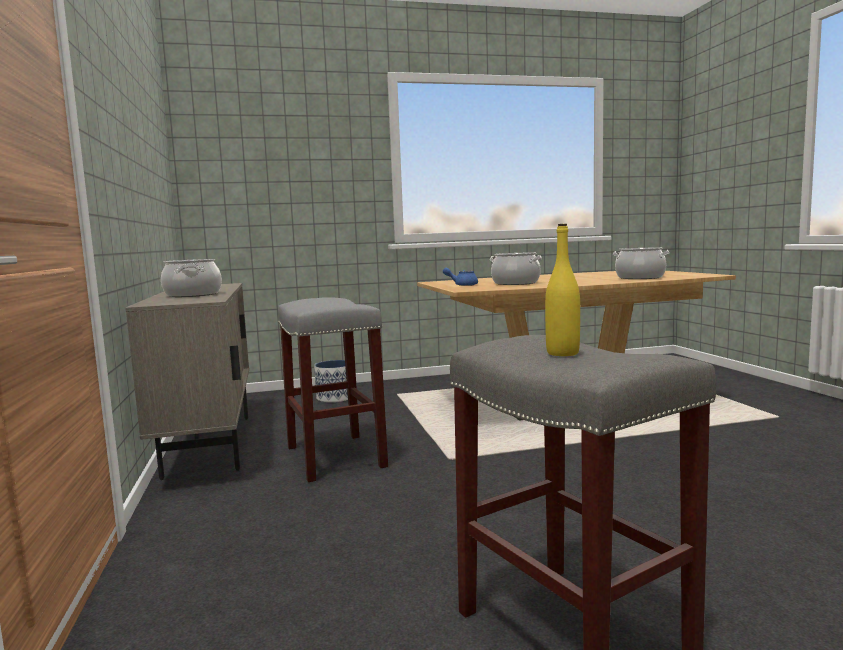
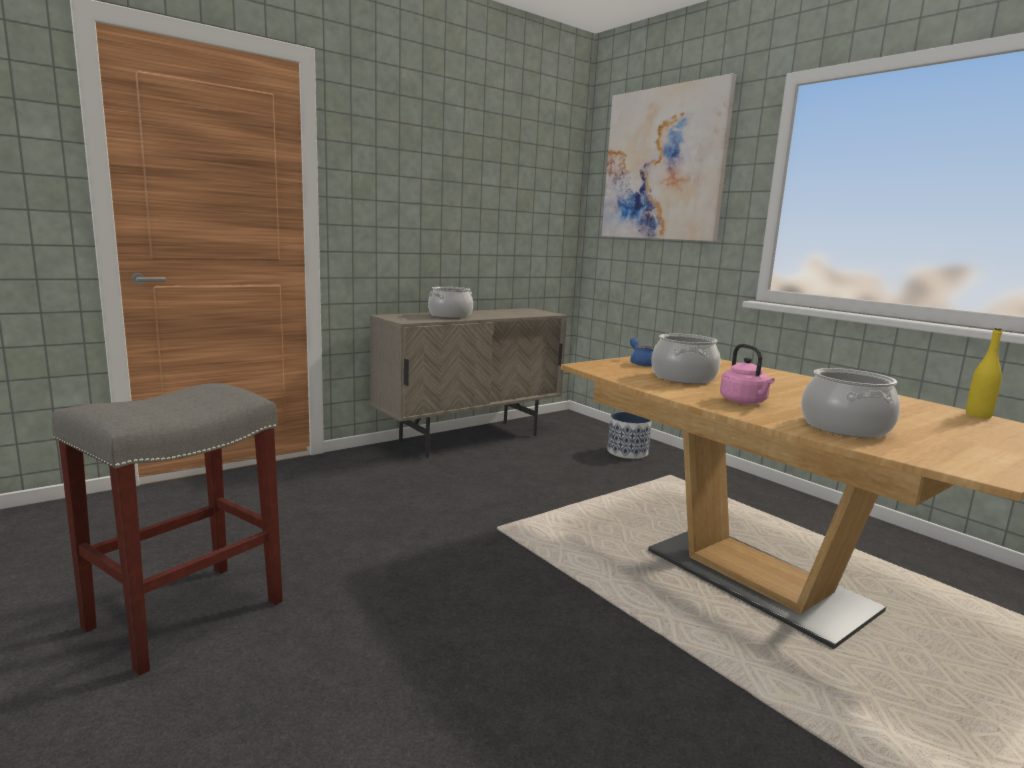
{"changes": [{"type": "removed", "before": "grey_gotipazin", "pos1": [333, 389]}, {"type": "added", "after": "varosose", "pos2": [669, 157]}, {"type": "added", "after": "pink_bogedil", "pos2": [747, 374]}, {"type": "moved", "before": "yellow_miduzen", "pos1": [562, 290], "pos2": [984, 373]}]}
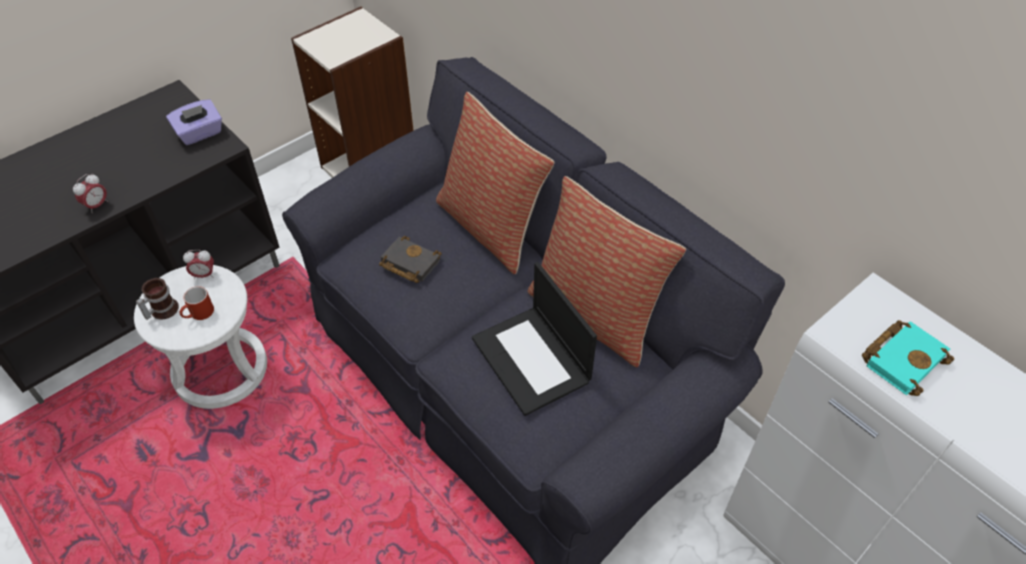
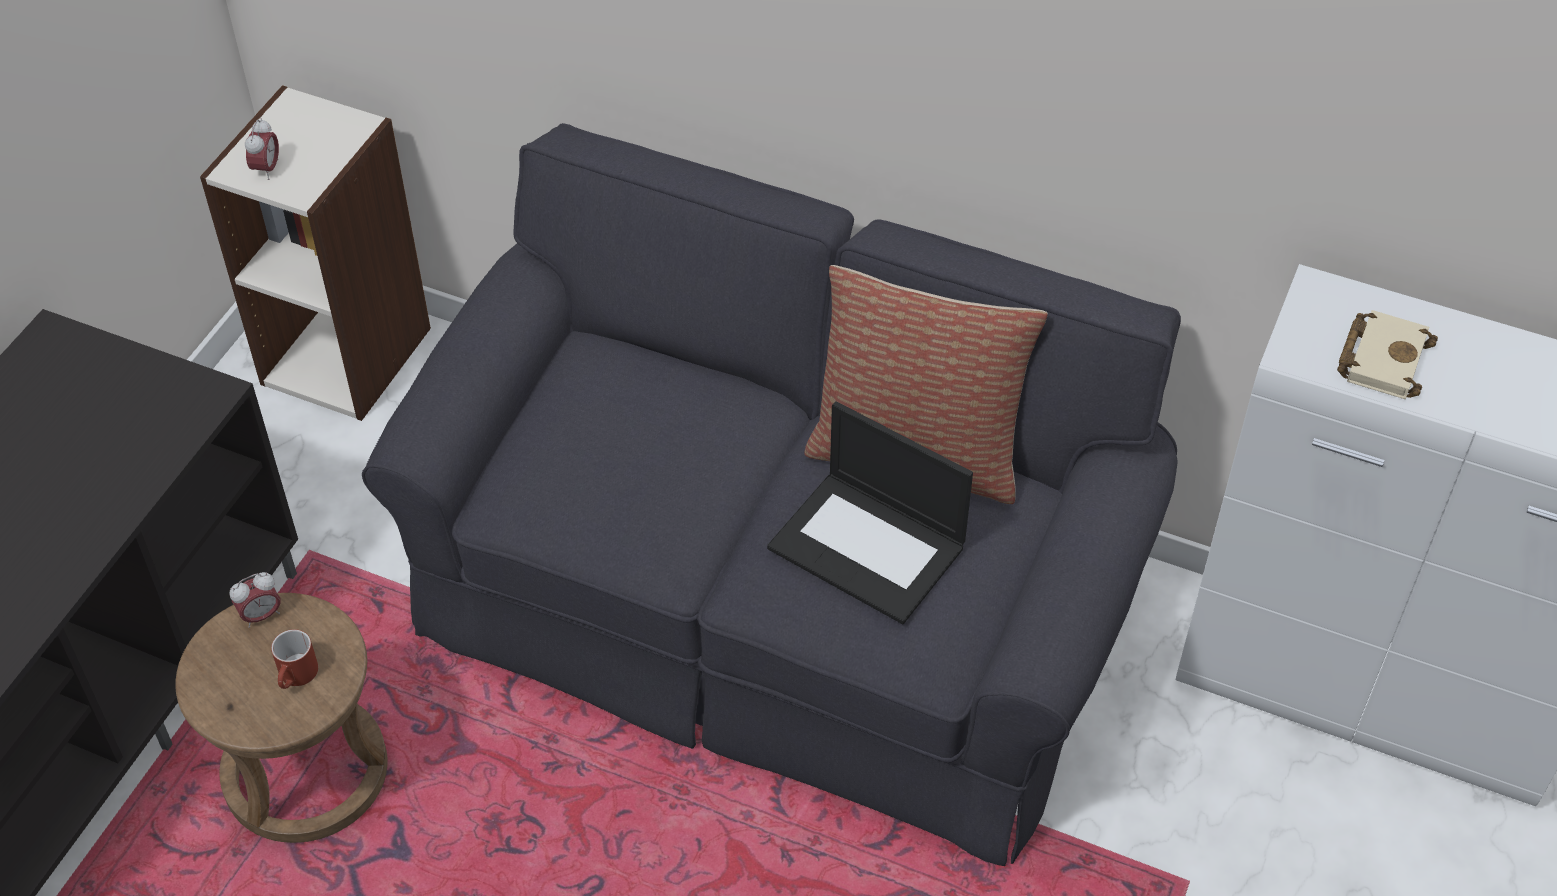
{"changes": [{"type": "removed", "before": "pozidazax", "pos1": [157, 299]}, {"type": "removed", "before": "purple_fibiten", "pos1": [194, 122]}, {"type": "removed", "before": "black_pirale", "pos1": [410, 259]}, {"type": "removed", "before": "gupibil", "pos1": [495, 183]}, {"type": "moved", "before": "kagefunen", "pos1": [90, 193], "pos2": [262, 149]}, {"type": "recoloured", "before": "white_gotipazin", "after": "brown_gotipazin", "pos1": [200, 337], "pos2": [281, 718]}, {"type": "recoloured", "before": "turquoise_pirale", "after": "beige_pirale", "pos1": [908, 358], "pos2": [1387, 354]}]}
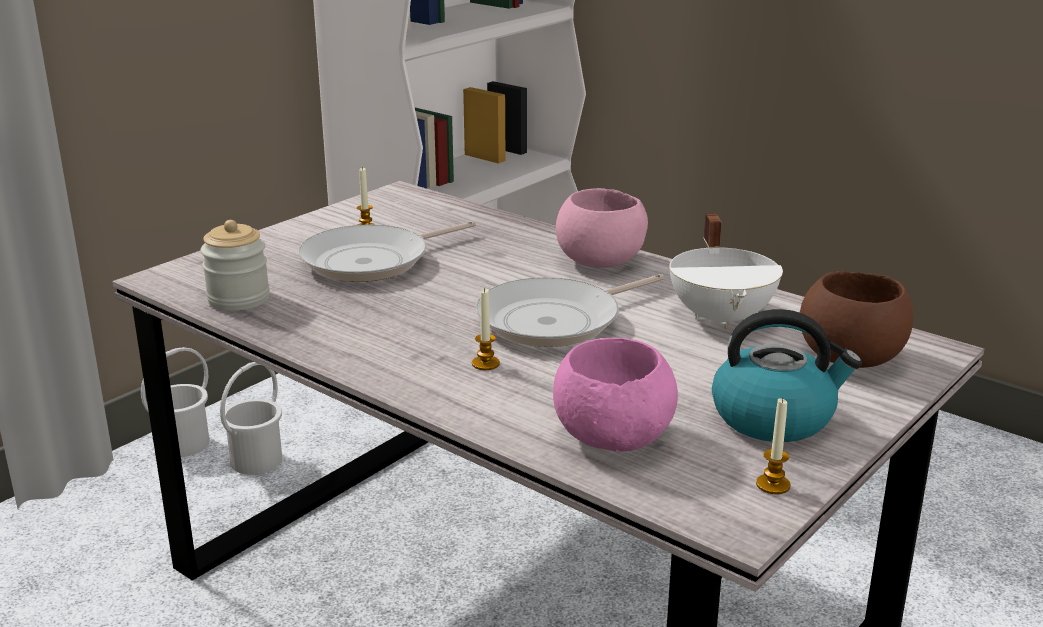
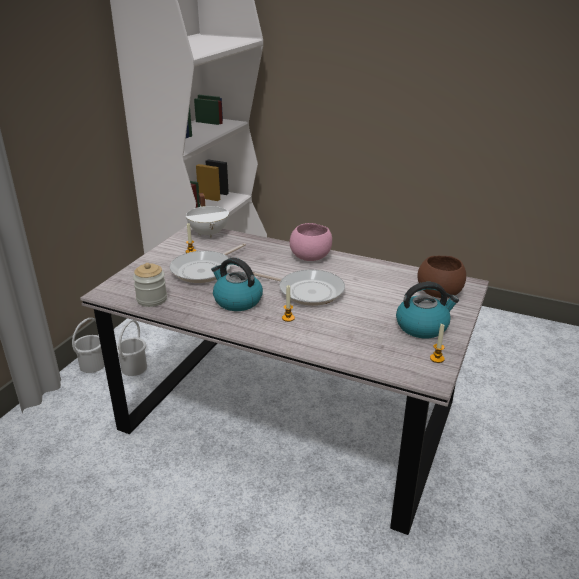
{"changes": [{"type": "removed", "before": "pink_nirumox", "pos1": [615, 395]}, {"type": "added", "after": "bogedil", "pos2": [237, 284]}, {"type": "moved", "before": "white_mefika", "pos1": [726, 271], "pos2": [207, 215]}, {"type": "turned", "before": "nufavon", "pos1": [570, 310], "pos2": [299, 288], "turn": -105}]}
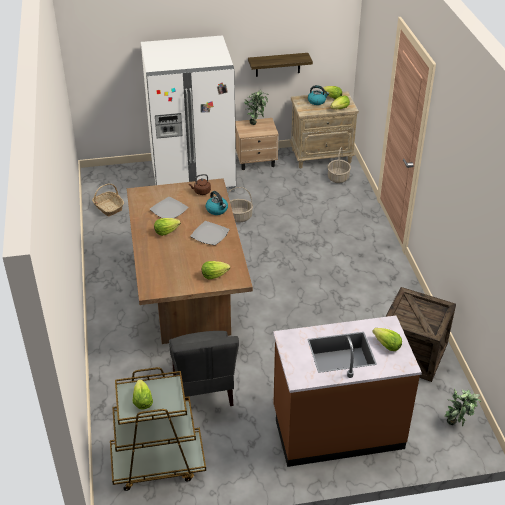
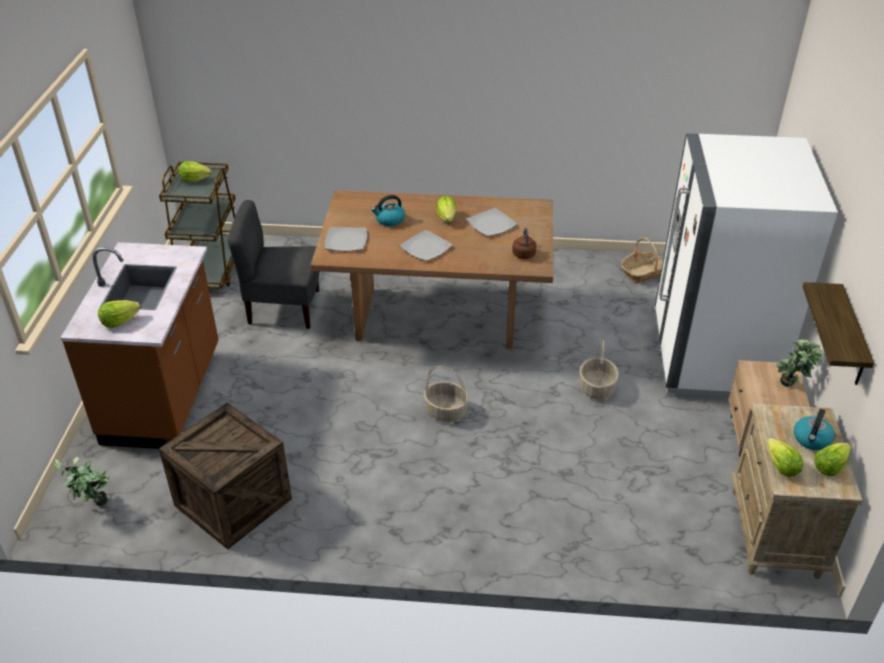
{"changes": [{"type": "moved", "before": "bogedil", "pos1": [217, 203], "pos2": [388, 210]}, {"type": "moved", "before": "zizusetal", "pos1": [339, 165], "pos2": [446, 394]}, {"type": "replaced", "before": "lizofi", "after": "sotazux", "pos1": [216, 270], "pos2": [346, 239]}]}
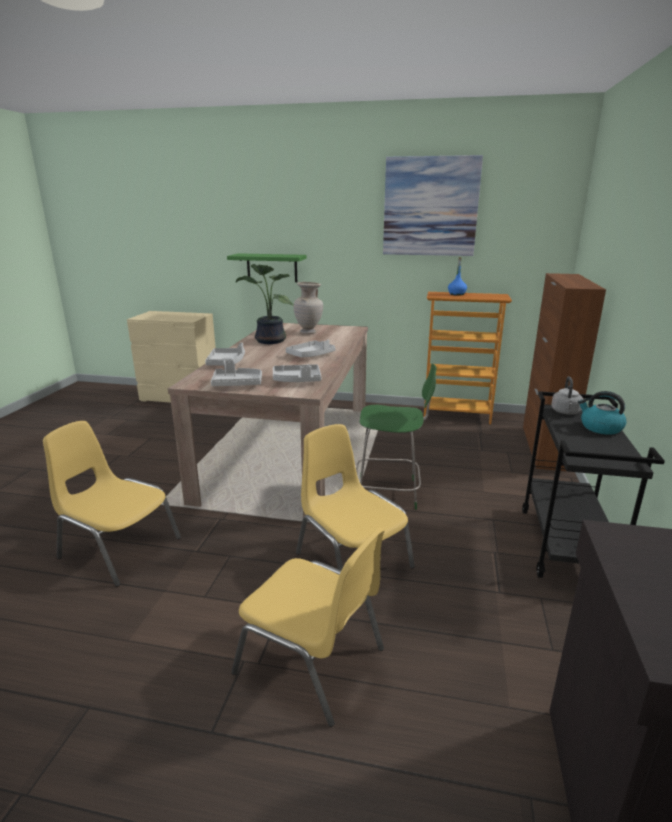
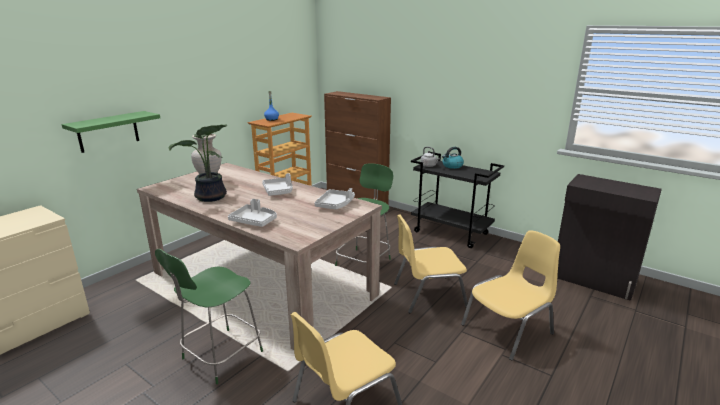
{"changes": [{"type": "removed", "before": "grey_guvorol", "pos1": [236, 373]}, {"type": "removed", "before": "varosose", "pos1": [433, 205]}, {"type": "added", "after": "green_gotipazin", "pos2": [209, 316]}]}
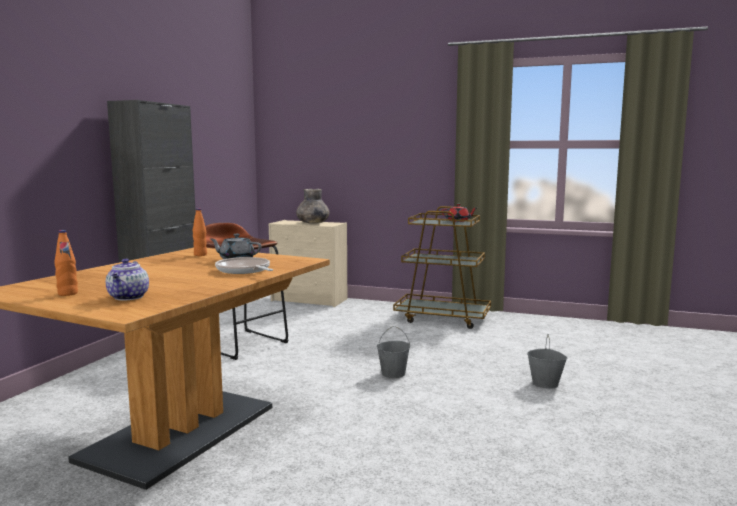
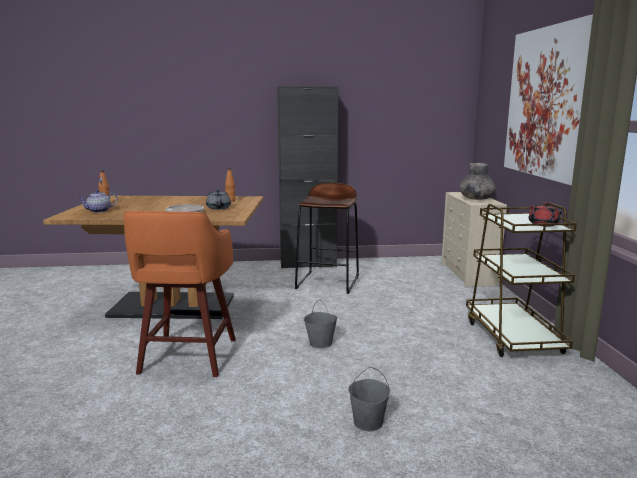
{"changes": [{"type": "added", "after": "orange_gotipazin", "pos2": [180, 294]}, {"type": "added", "after": "varosose", "pos2": [548, 100]}]}
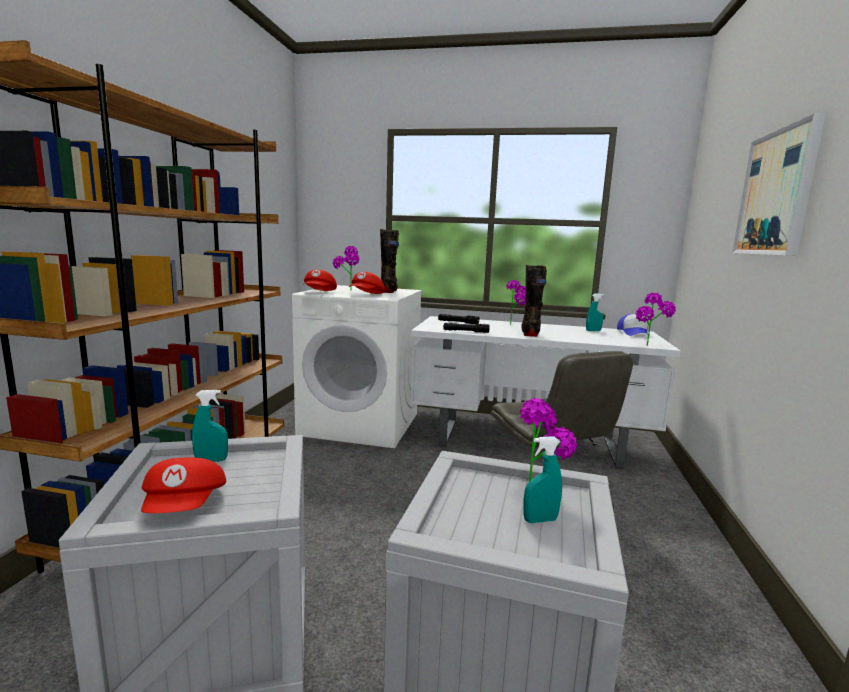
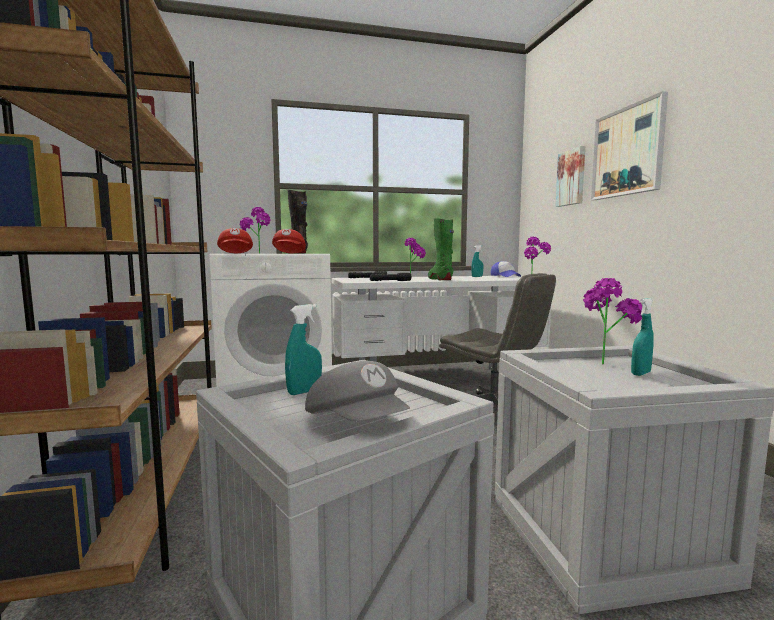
{"changes": [{"type": "added", "after": "varosose", "pos2": [570, 176]}, {"type": "recoloured", "before": "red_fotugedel", "after": "grey_fotugedel", "pos1": [183, 485], "pos2": [357, 391]}, {"type": "recoloured", "before": "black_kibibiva", "after": "green_kibibiva", "pos1": [534, 301], "pos2": [441, 249]}]}
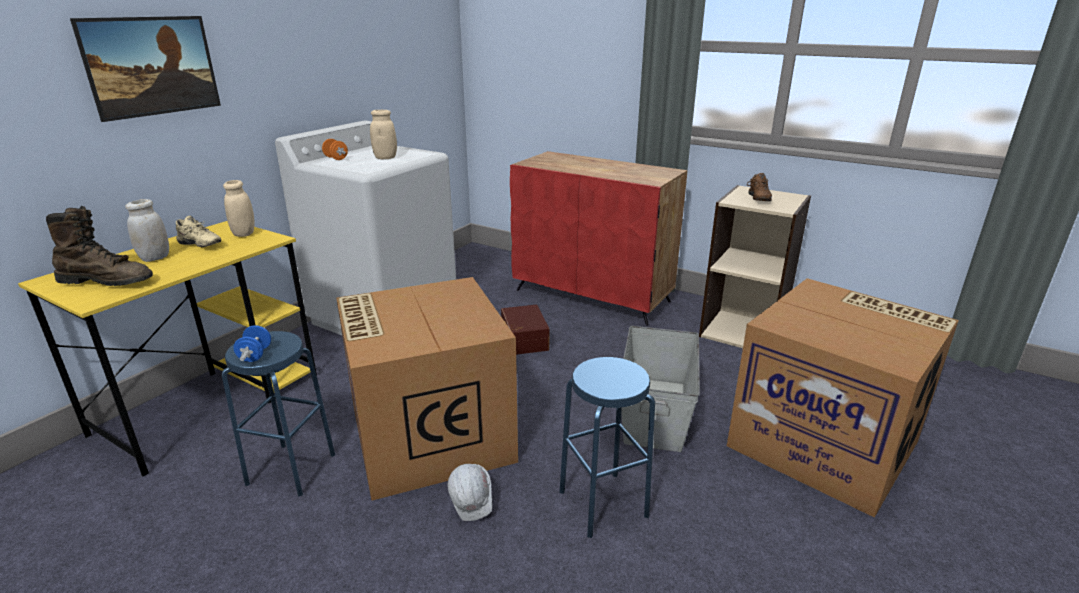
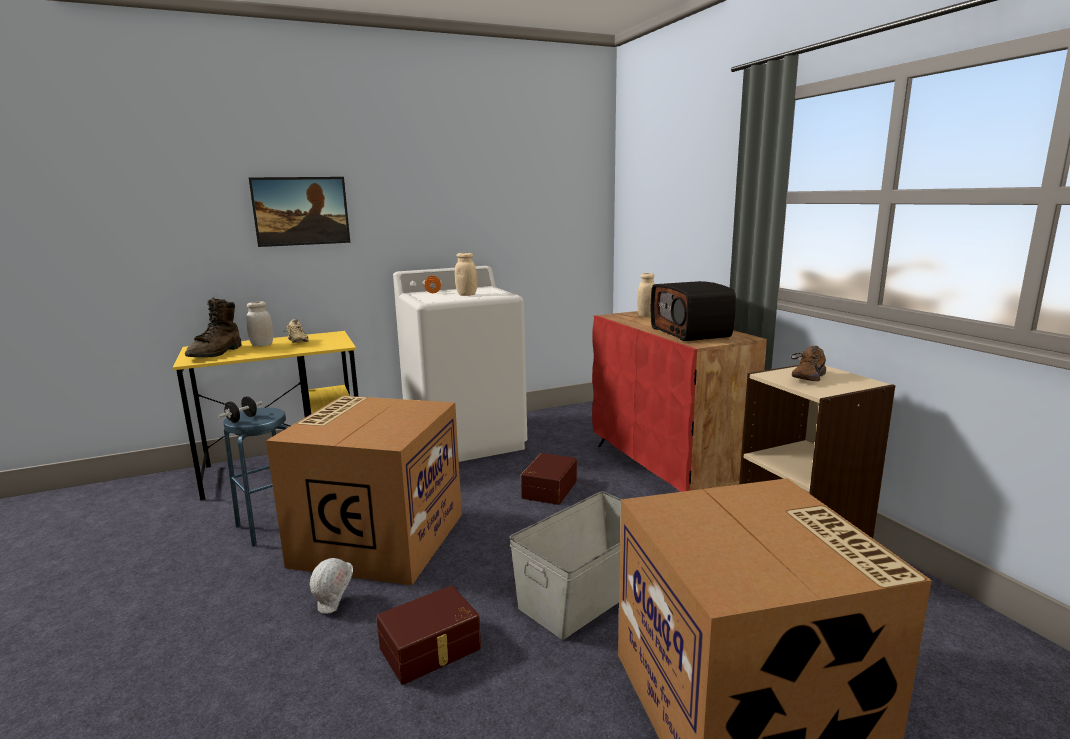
{"changes": [{"type": "added", "after": "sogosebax", "pos2": [693, 311]}, {"type": "moved", "before": "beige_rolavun", "pos1": [238, 208], "pos2": [646, 295]}, {"type": "replaced", "before": "blue_gotipazin", "after": "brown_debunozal", "pos1": [607, 447], "pos2": [428, 635]}, {"type": "recoloured", "before": "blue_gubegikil", "after": "black_gubegikil", "pos1": [252, 343], "pos2": [240, 409]}, {"type": "turned", "before": "brown_kibibiva", "pos1": [99, 246], "pos2": [213, 328], "turn": 60}]}
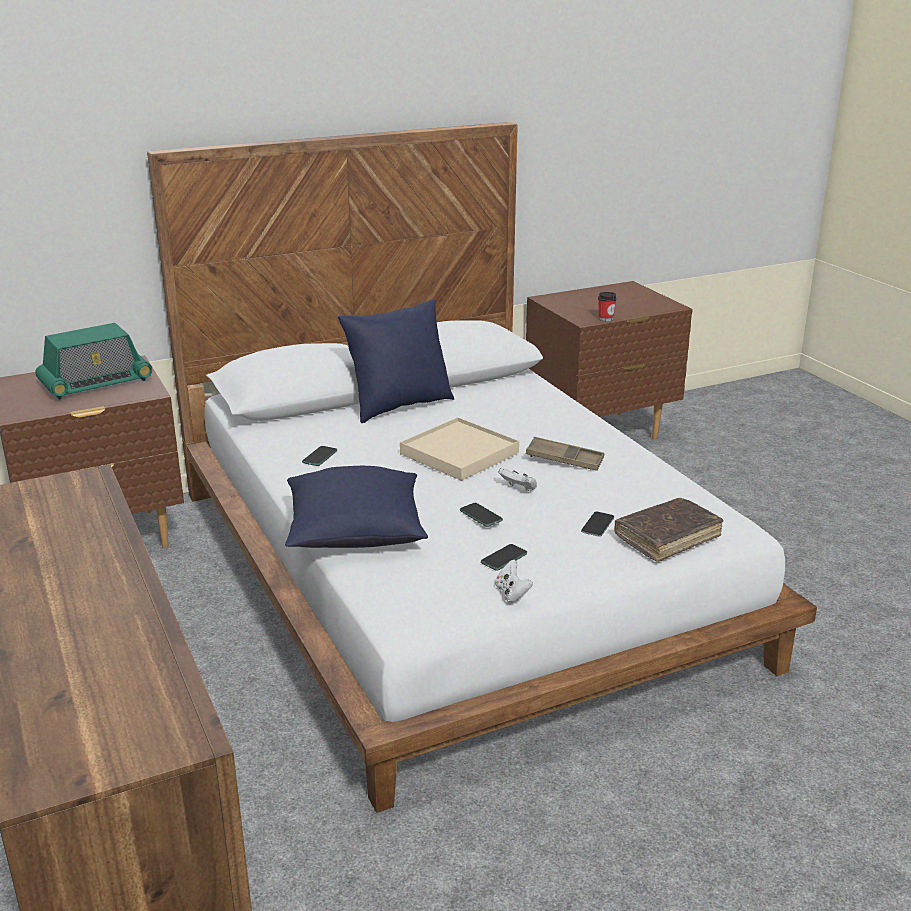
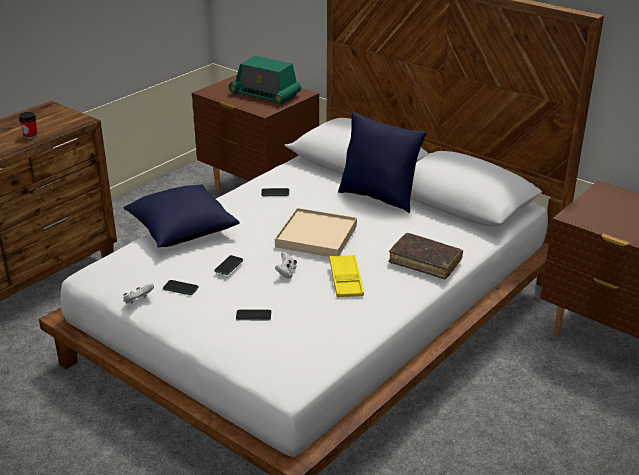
{"changes": [{"type": "moved", "before": "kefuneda", "pos1": [607, 306], "pos2": [28, 125]}, {"type": "moved", "before": "brown_pirale", "pos1": [669, 530], "pos2": [425, 256]}, {"type": "recoloured", "before": "brown_guvorol", "after": "yellow_guvorol", "pos1": [565, 454], "pos2": [346, 276]}]}
